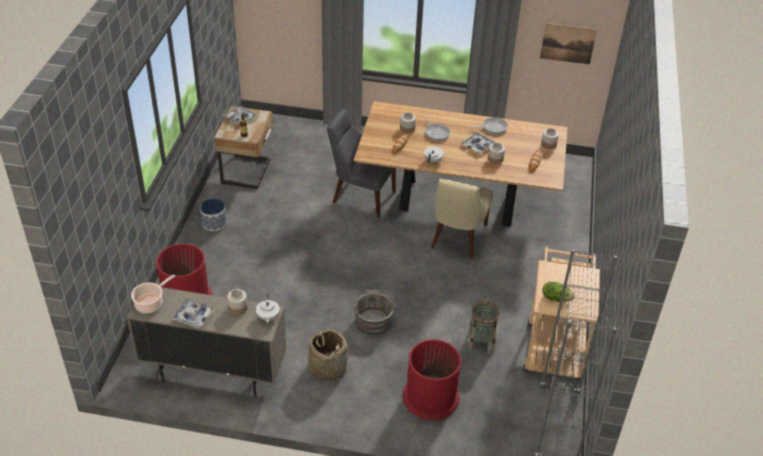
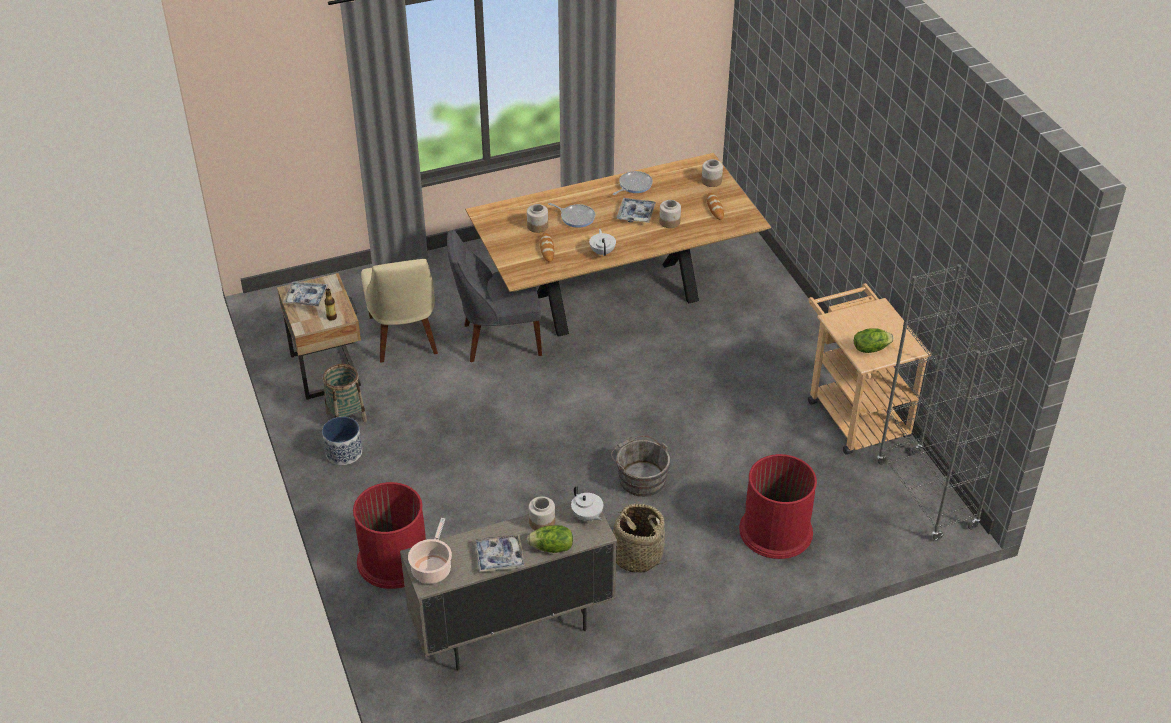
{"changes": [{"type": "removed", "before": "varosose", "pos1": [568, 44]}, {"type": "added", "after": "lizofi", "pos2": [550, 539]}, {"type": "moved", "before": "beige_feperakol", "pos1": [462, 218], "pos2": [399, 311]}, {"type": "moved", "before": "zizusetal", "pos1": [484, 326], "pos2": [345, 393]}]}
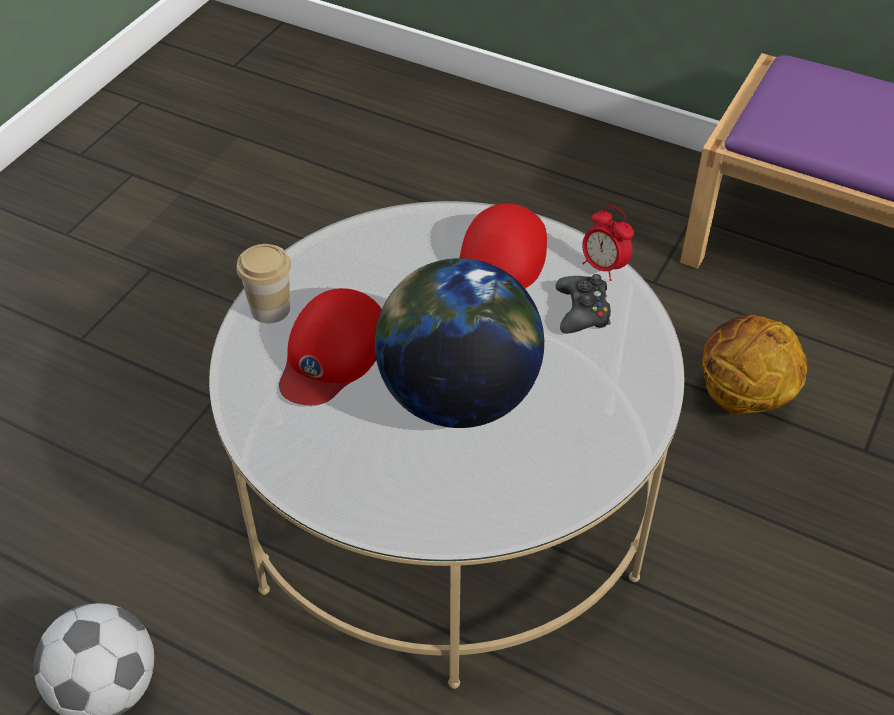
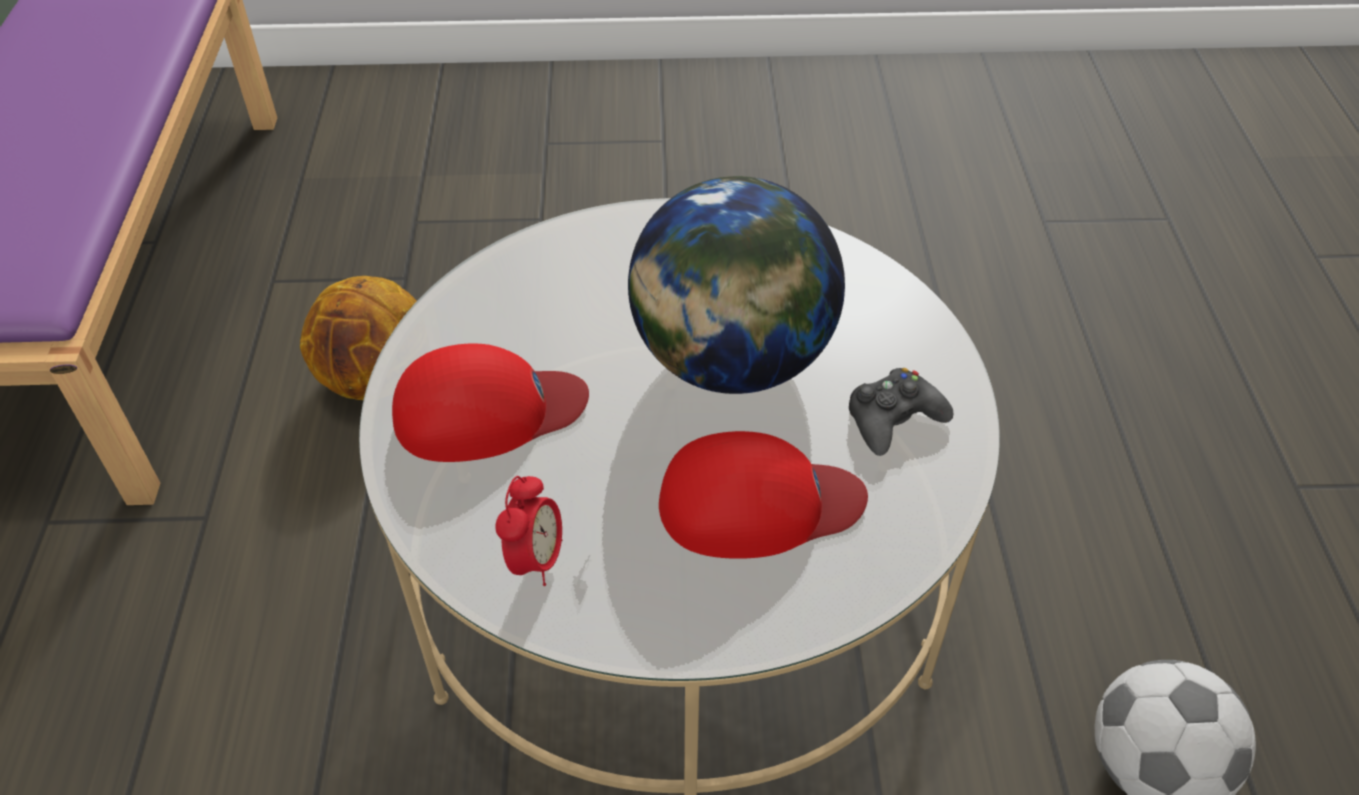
{"changes": [{"type": "removed", "before": "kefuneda", "pos1": [264, 283]}, {"type": "moved", "before": "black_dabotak", "pos1": [583, 303], "pos2": [901, 412]}, {"type": "moved", "before": "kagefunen", "pos1": [608, 243], "pos2": [528, 531]}]}
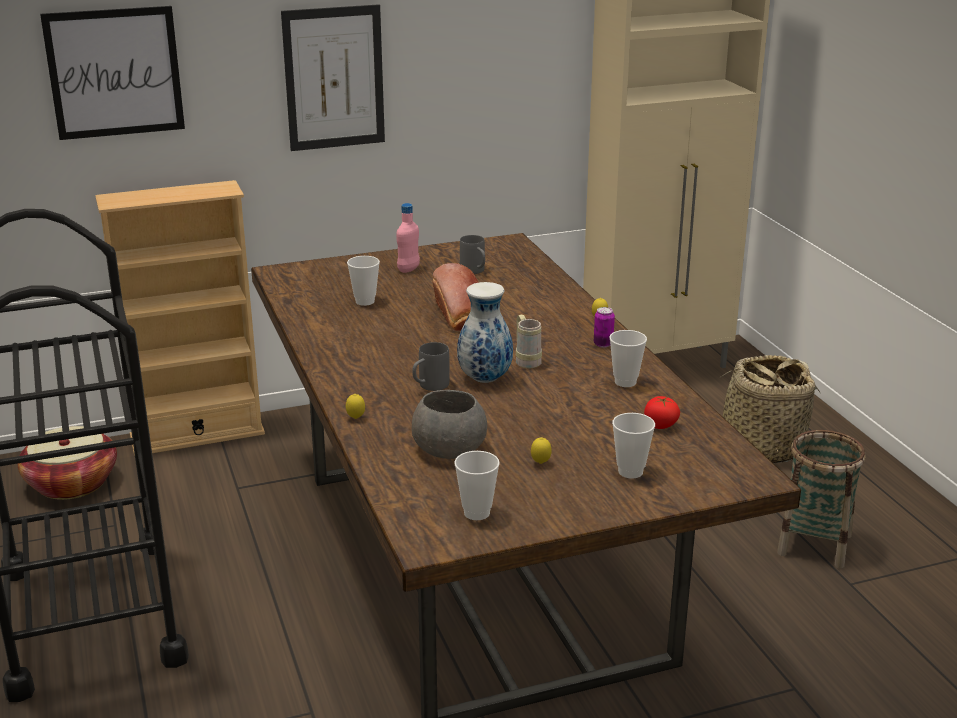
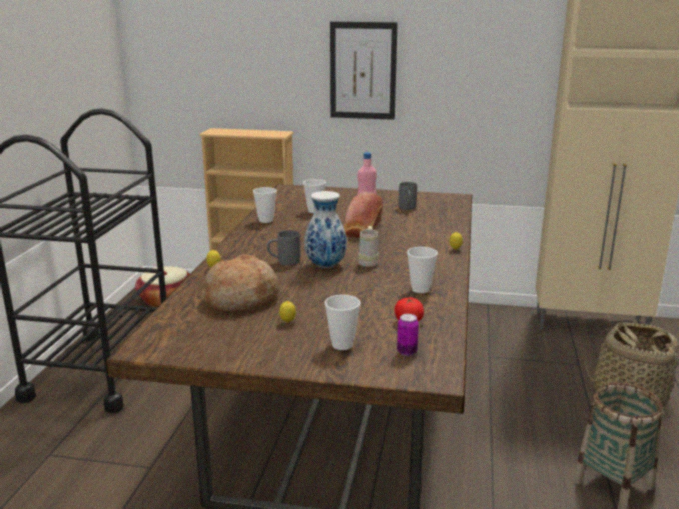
{"changes": [{"type": "removed", "before": "varosose", "pos1": [112, 73]}, {"type": "moved", "before": "kefuneda", "pos1": [477, 485], "pos2": [265, 205]}, {"type": "moved", "before": "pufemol", "pos1": [604, 327], "pos2": [408, 335]}, {"type": "replaced", "before": "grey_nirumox", "after": "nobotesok", "pos1": [449, 424], "pos2": [241, 283]}]}
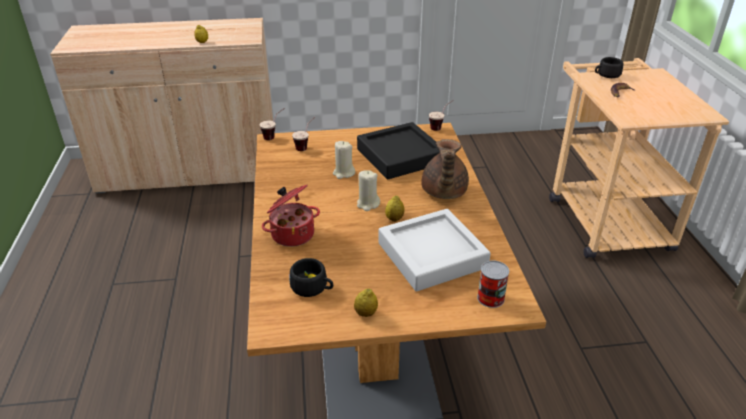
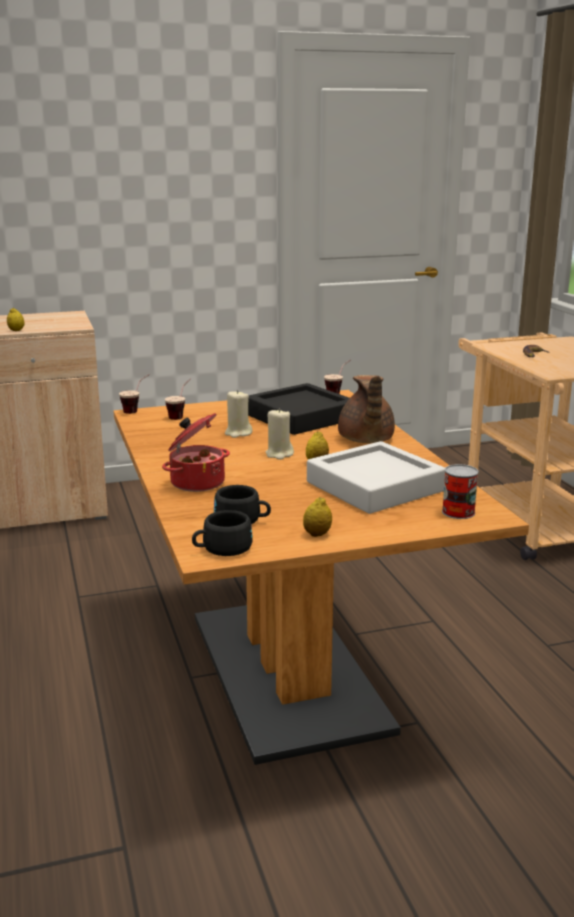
{"changes": [{"type": "moved", "before": "black_kefuneda", "pos1": [609, 67], "pos2": [222, 533]}]}
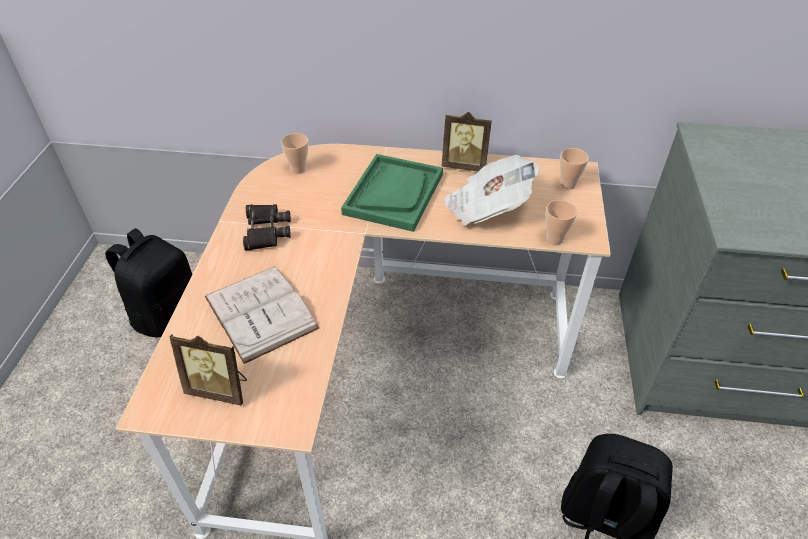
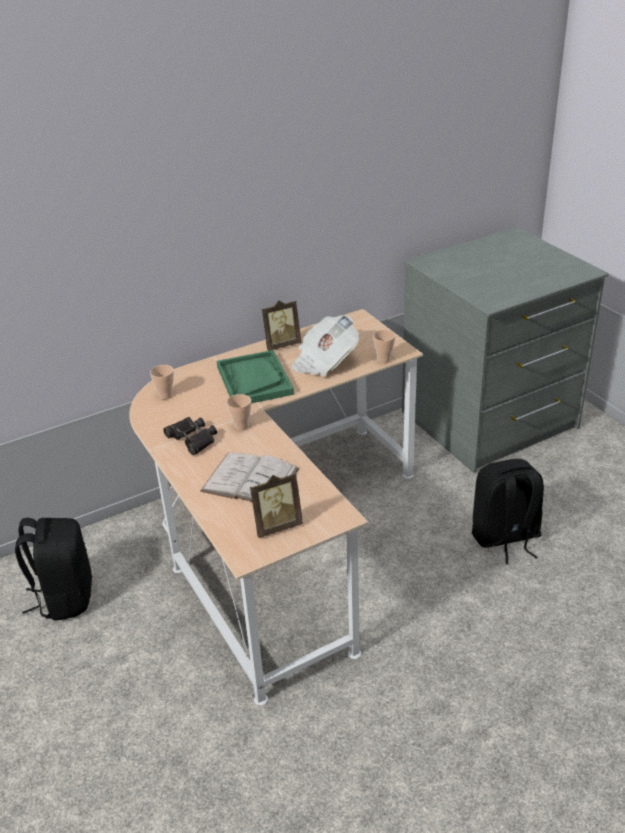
{"changes": [{"type": "moved", "before": "kefuneda", "pos1": [574, 169], "pos2": [238, 412]}]}
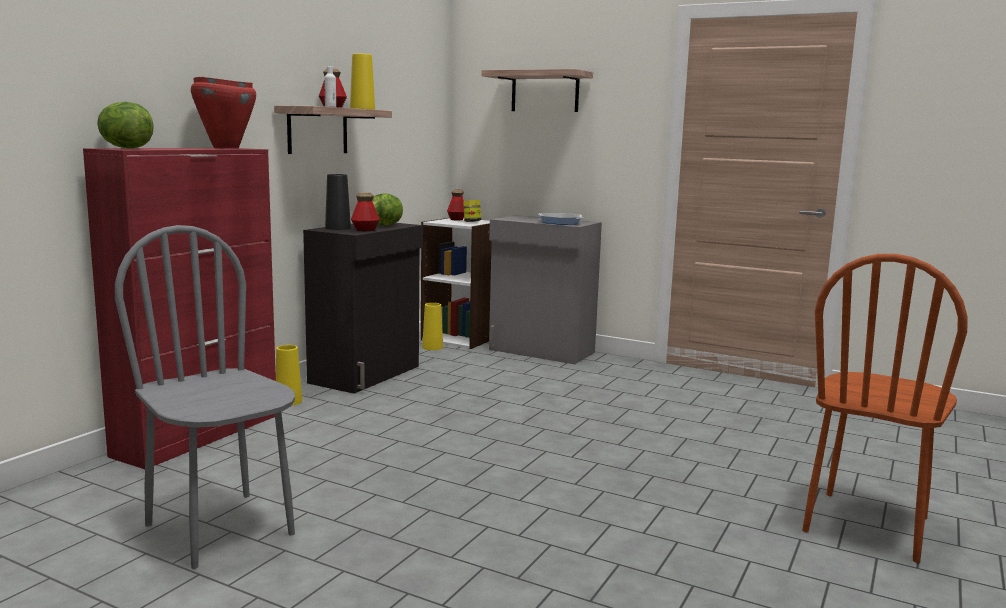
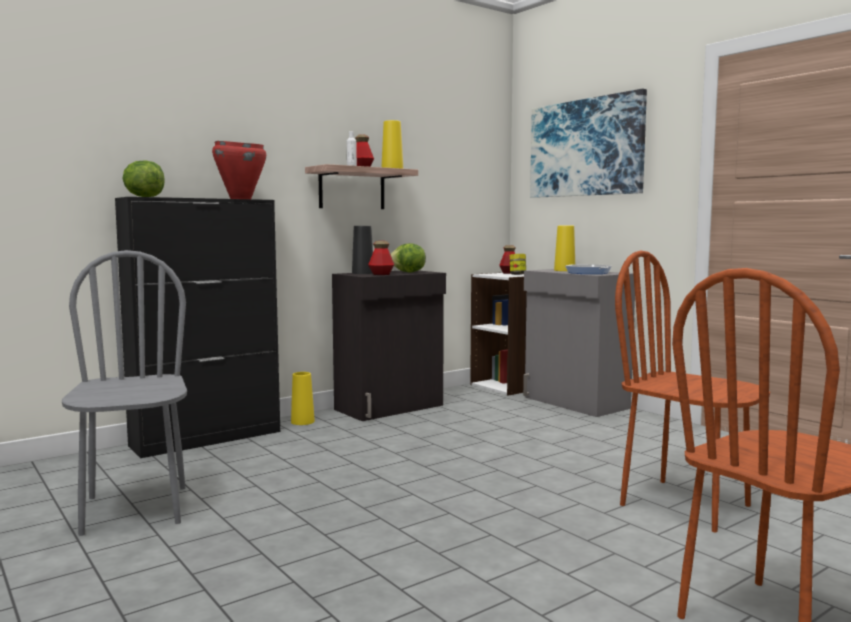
{"changes": [{"type": "added", "after": "brown_feperakol", "pos2": [692, 391]}, {"type": "moved", "before": "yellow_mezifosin", "pos1": [432, 326], "pos2": [564, 248]}, {"type": "replaced", "before": "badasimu", "after": "varosose", "pos1": [537, 90], "pos2": [588, 143]}, {"type": "recoloured", "before": "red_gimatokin", "after": "black_gimatokin", "pos1": [179, 308], "pos2": [197, 327]}]}
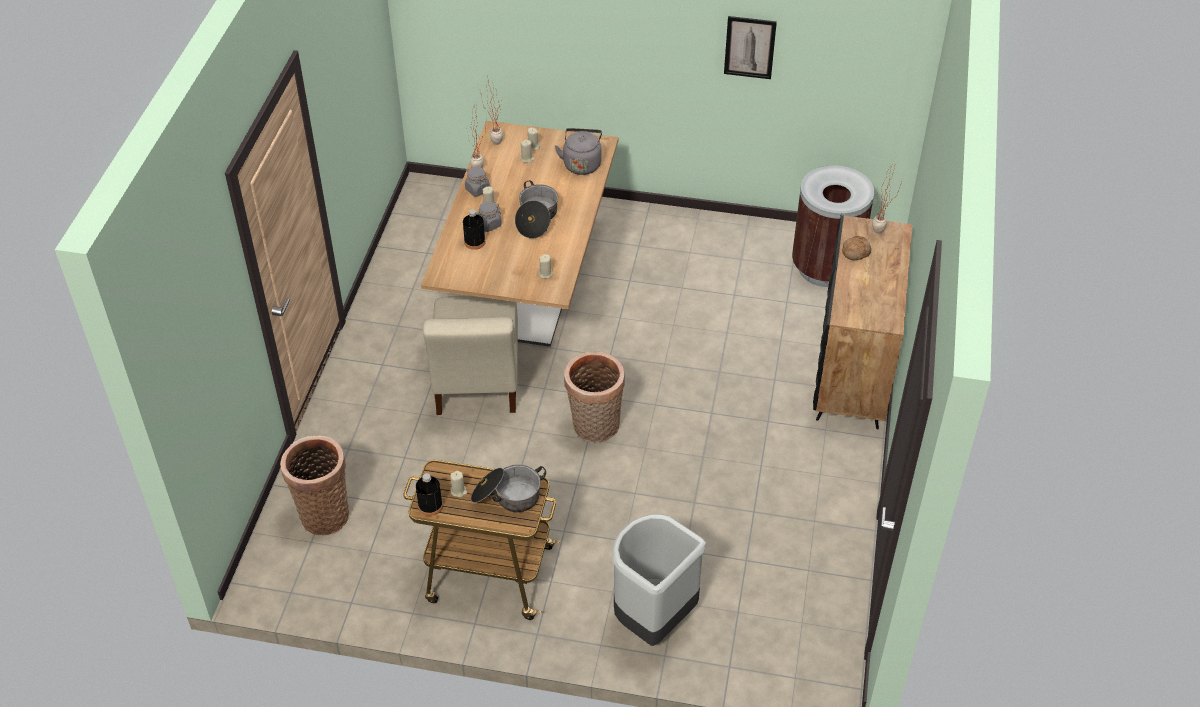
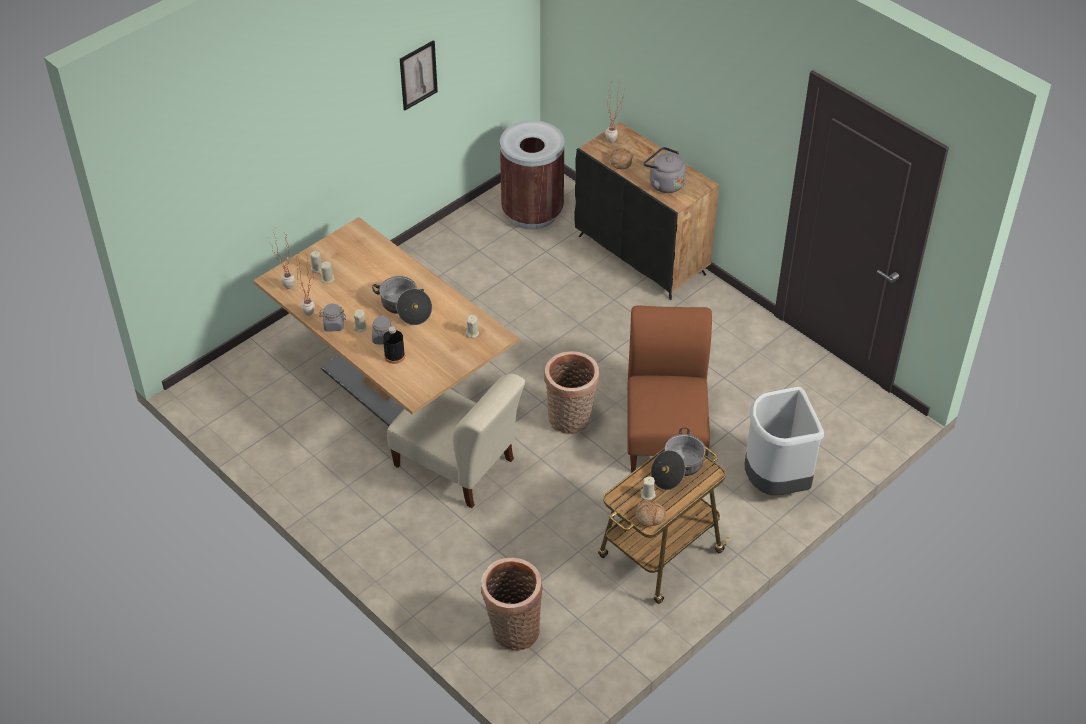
{"changes": [{"type": "added", "after": "brown_feperakol", "pos2": [669, 390]}, {"type": "moved", "before": "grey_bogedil", "pos1": [578, 151], "pos2": [665, 170]}, {"type": "replaced", "before": "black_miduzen", "after": "nobotesok", "pos1": [429, 494], "pos2": [651, 514]}]}
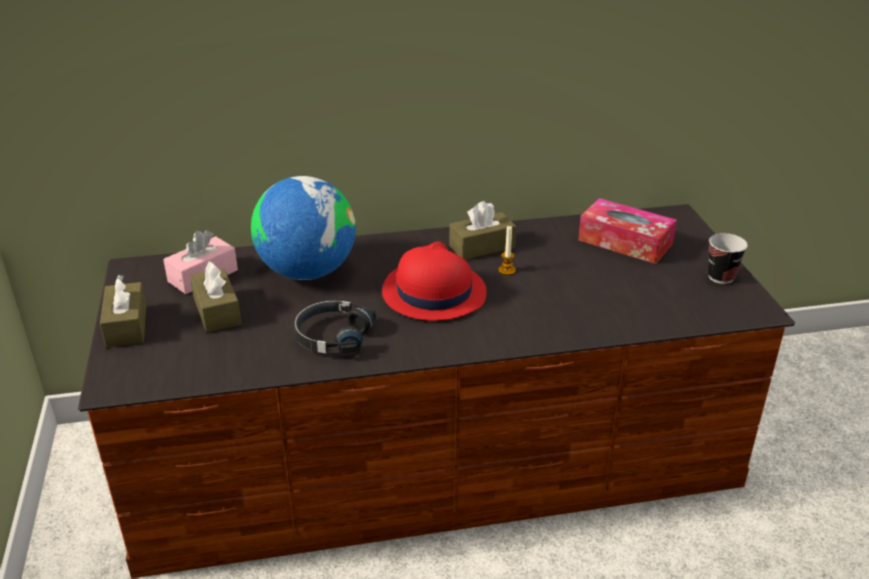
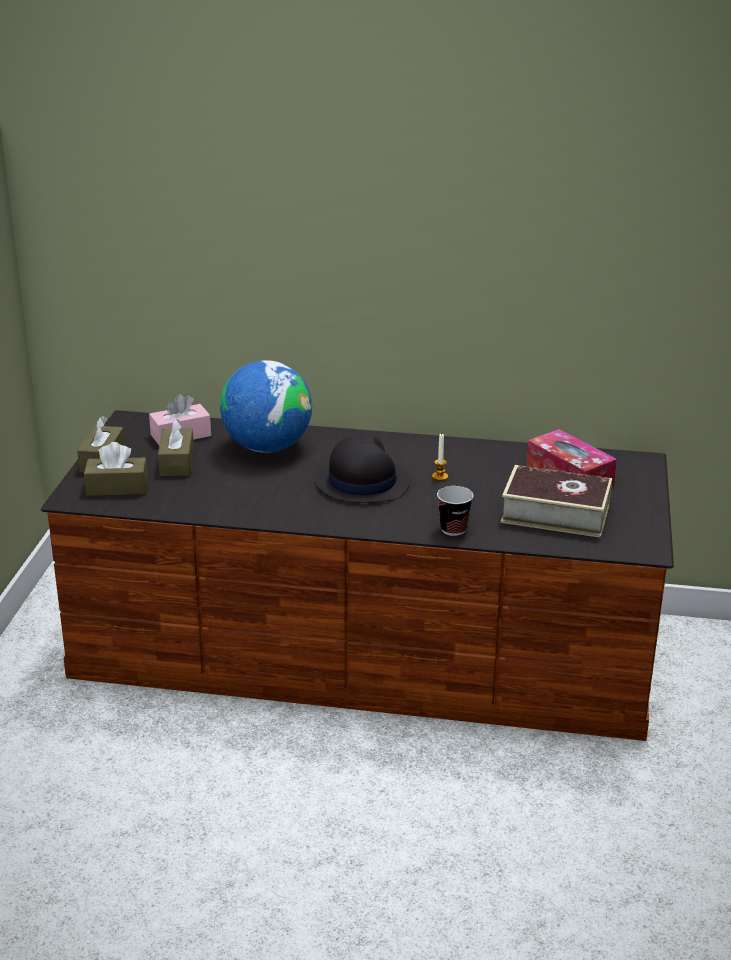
{"changes": [{"type": "removed", "before": "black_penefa", "pos1": [335, 327]}, {"type": "added", "after": "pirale", "pos2": [556, 501]}, {"type": "moved", "before": "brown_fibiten", "pos1": [482, 230], "pos2": [116, 469]}, {"type": "moved", "before": "kefuneda", "pos1": [728, 258], "pos2": [455, 511]}, {"type": "recoloured", "before": "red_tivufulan", "after": "black_tivufulan", "pos1": [434, 281], "pos2": [362, 469]}]}
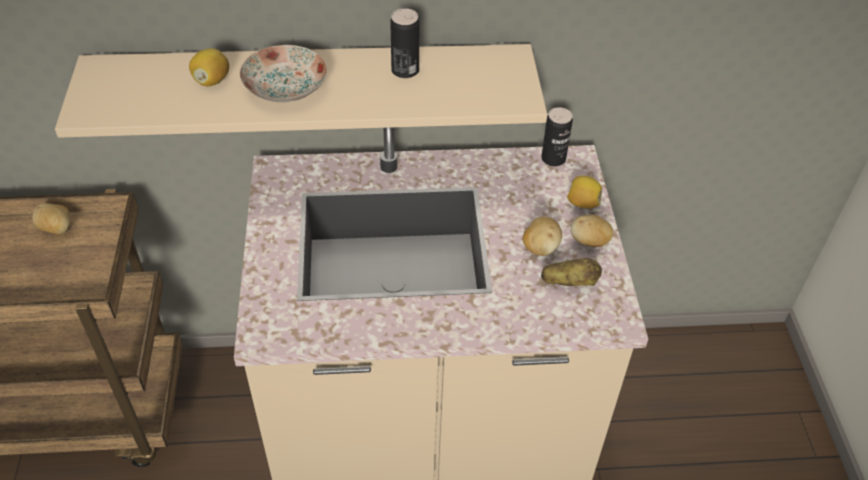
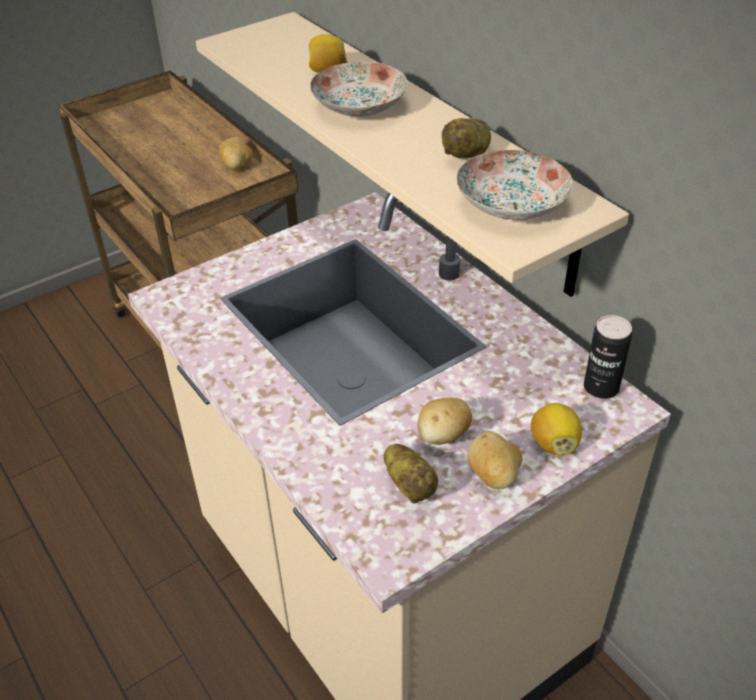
{"changes": [{"type": "added", "after": "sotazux", "pos2": [515, 185]}, {"type": "replaced", "before": "pufemol", "after": "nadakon", "pos1": [404, 43], "pos2": [466, 138]}]}
